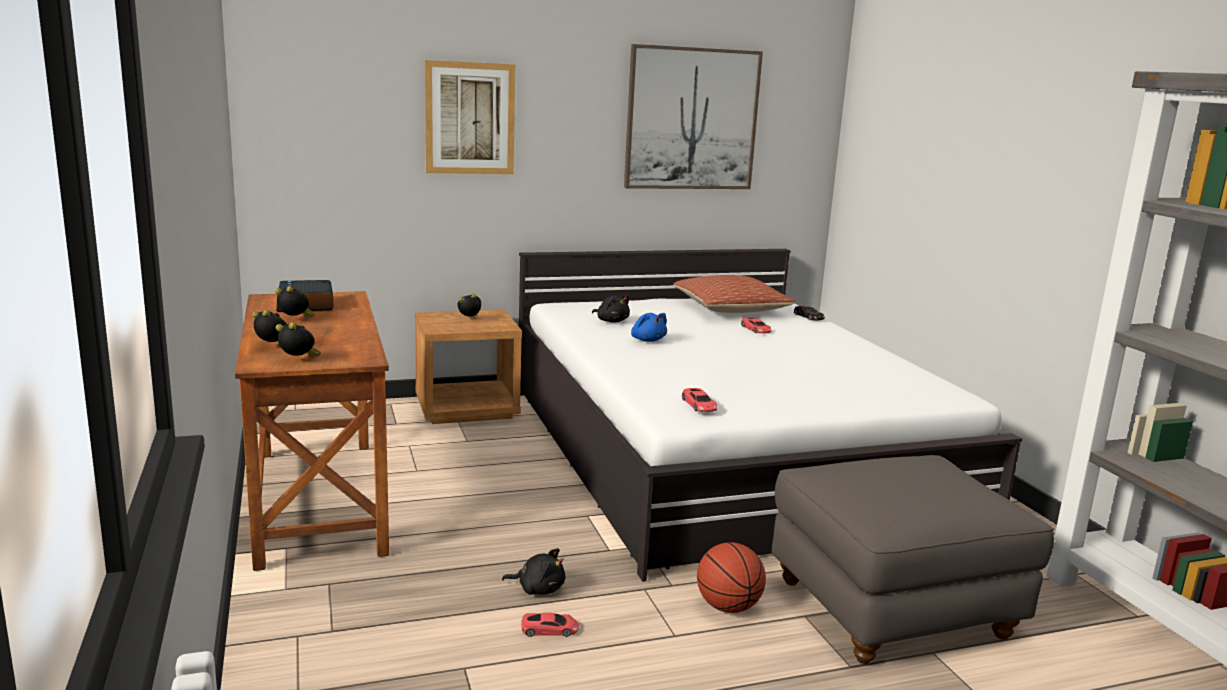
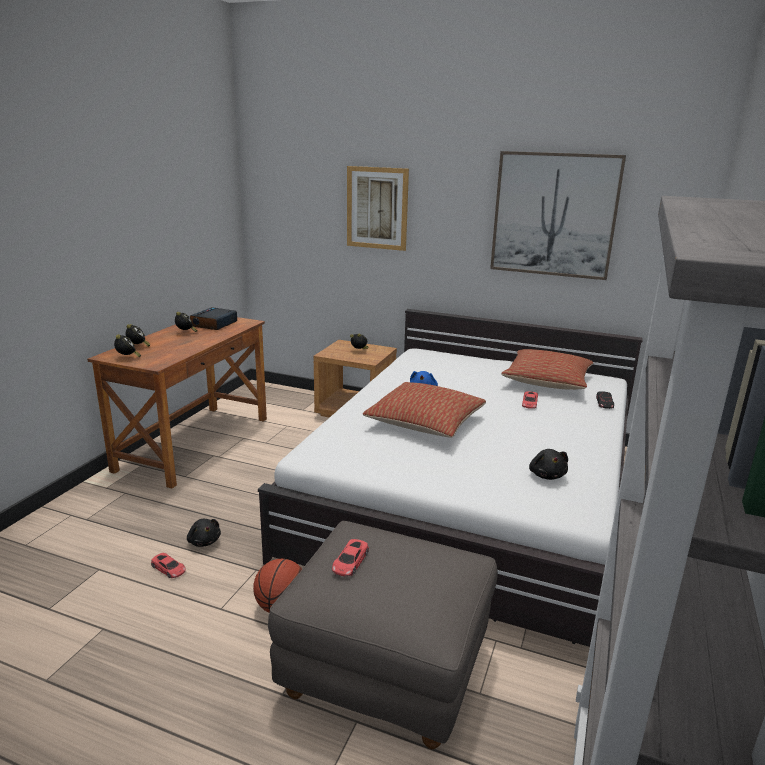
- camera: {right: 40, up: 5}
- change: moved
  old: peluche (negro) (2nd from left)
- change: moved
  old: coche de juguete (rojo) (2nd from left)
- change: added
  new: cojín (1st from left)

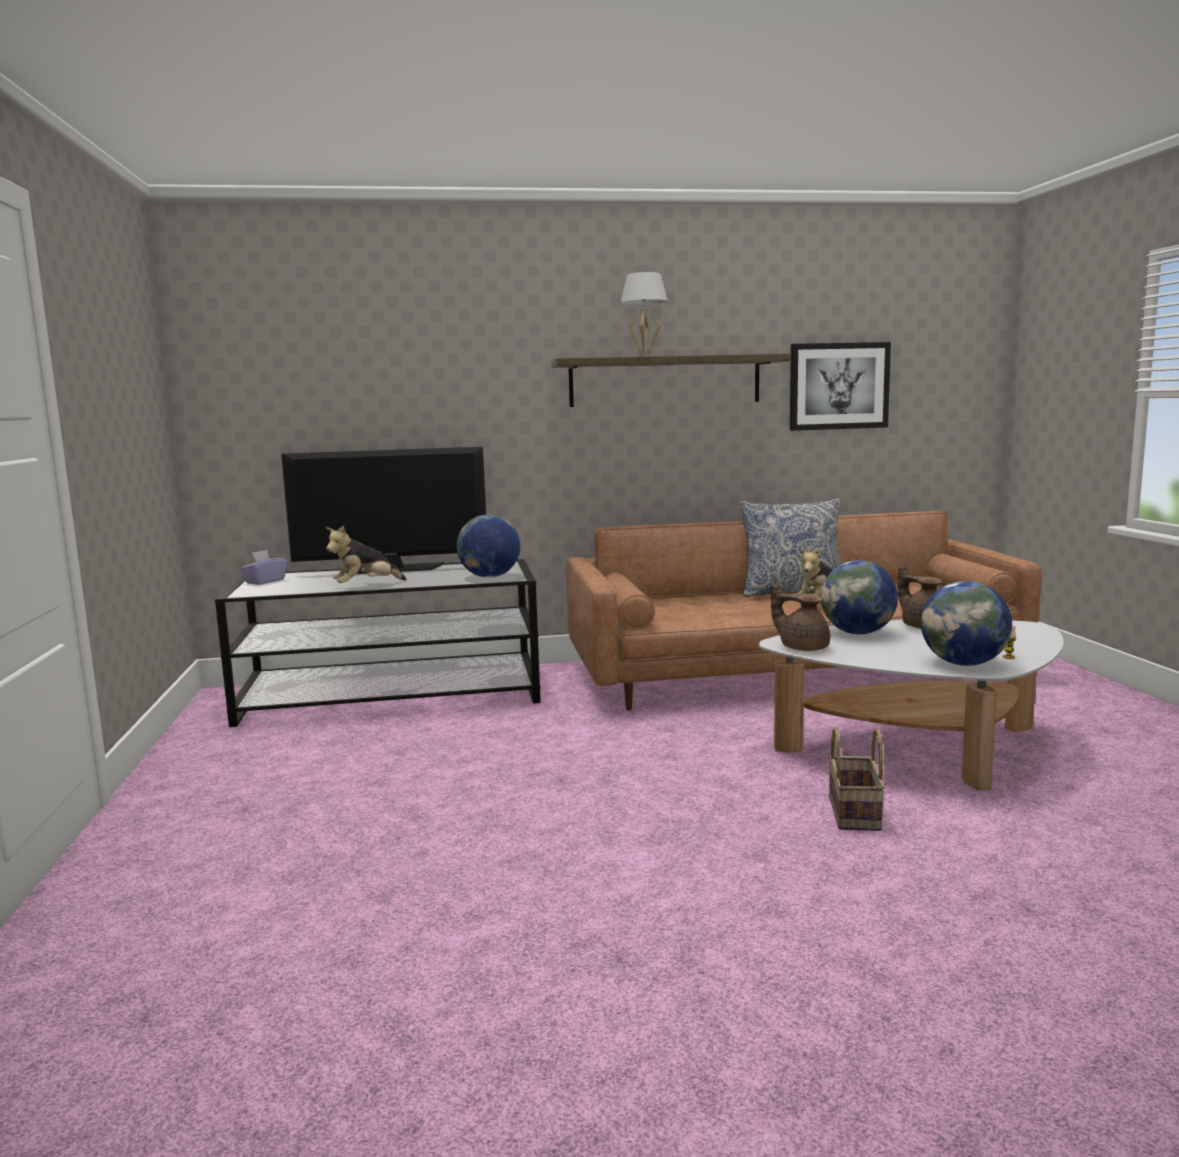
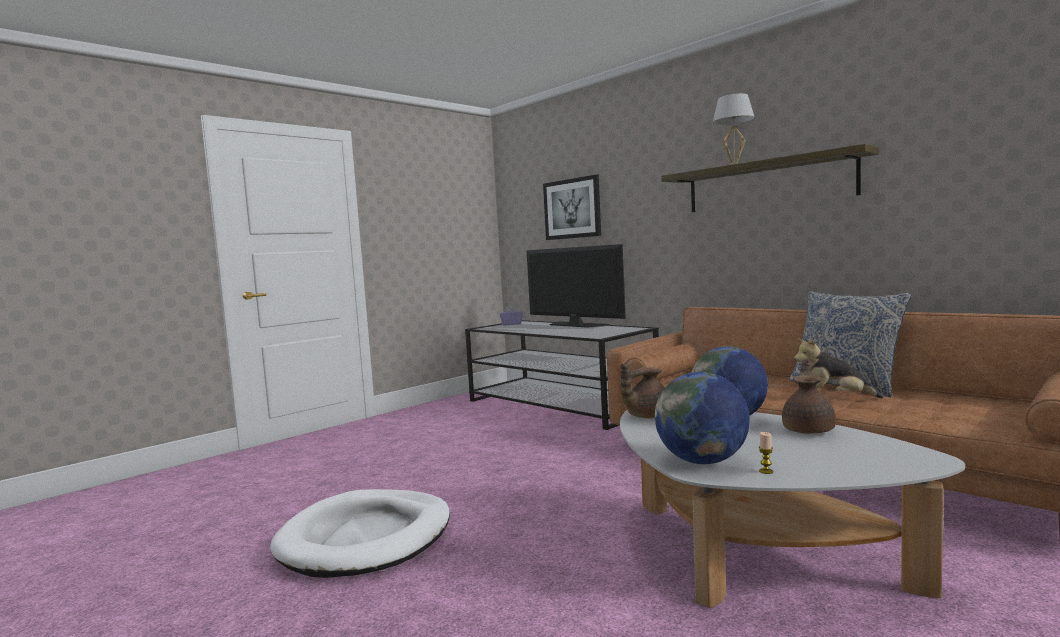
- camera: {right: 55, up: -5}
- change: removed
  old: peluche (1st from left)
- change: removed
  old: globo terráqueo (1st from left)
- change: turned
  old: tetera (marrón) (1st from left)
  degrees: -120
- change: moved
  old: cuadro
- change: removed
  old: cesta
- change: added
  new: cama para perro (blanco)

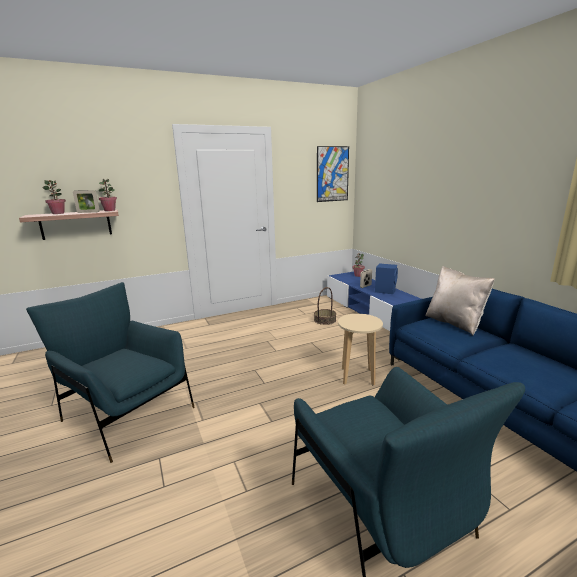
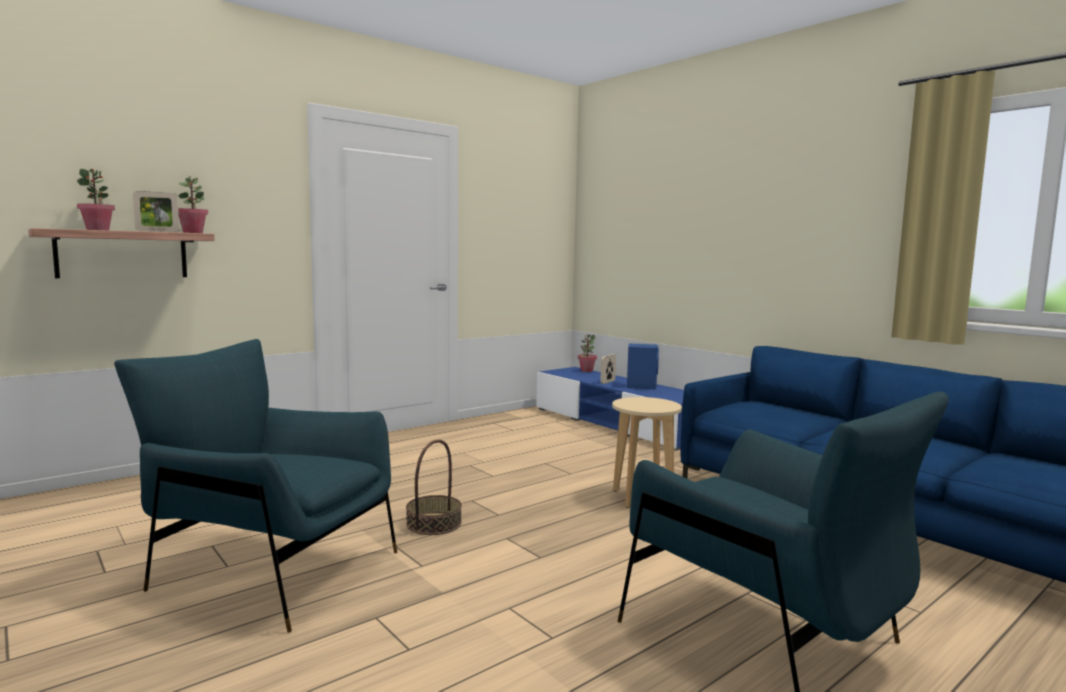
- camera: {right: -15, up: -10}
- change: moved
  old: cesta
- change: removed
  old: cuadro
- change: removed
  old: cojín (beis)

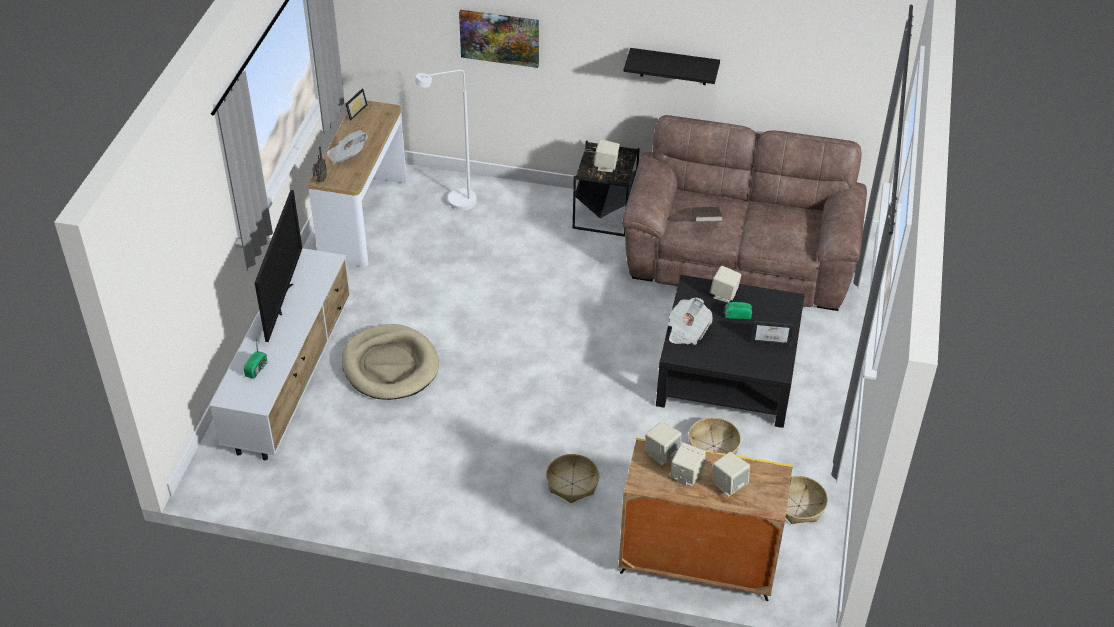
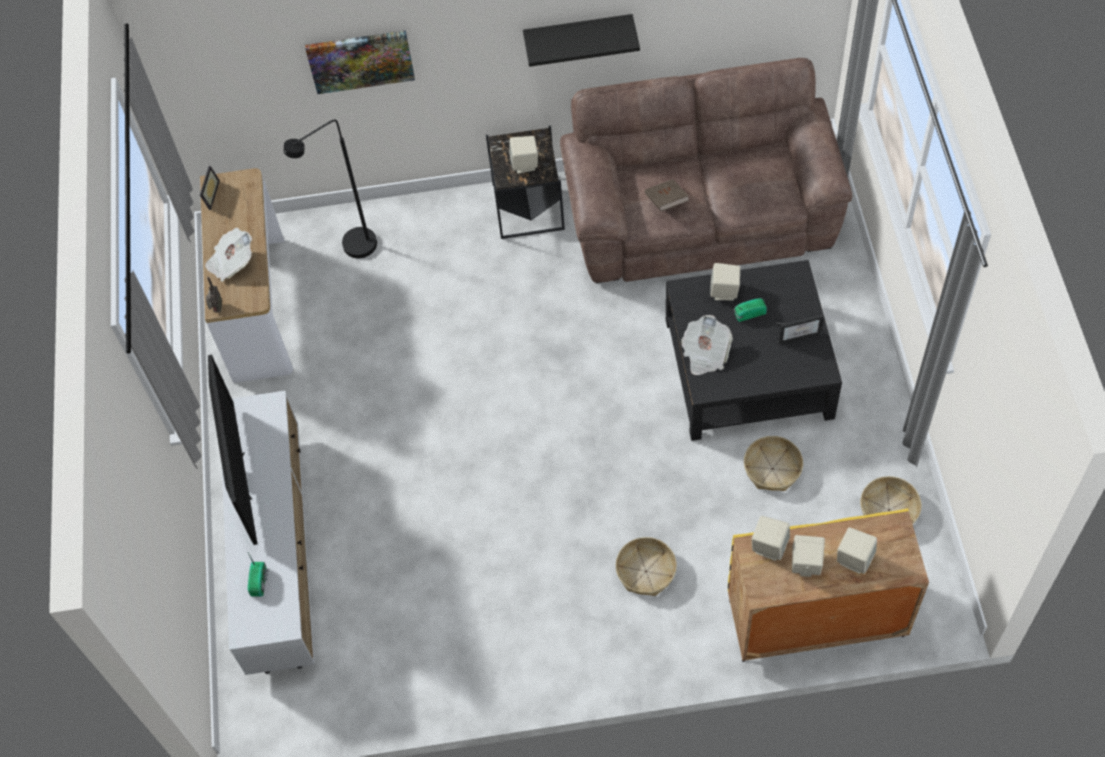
- camera: {right: -15, up: 15}
- change: removed
  old: cama para perro (beis)
- change: recoloured
  old: lámpara de pie (blanco)
  new: lámpara de pie (negro)

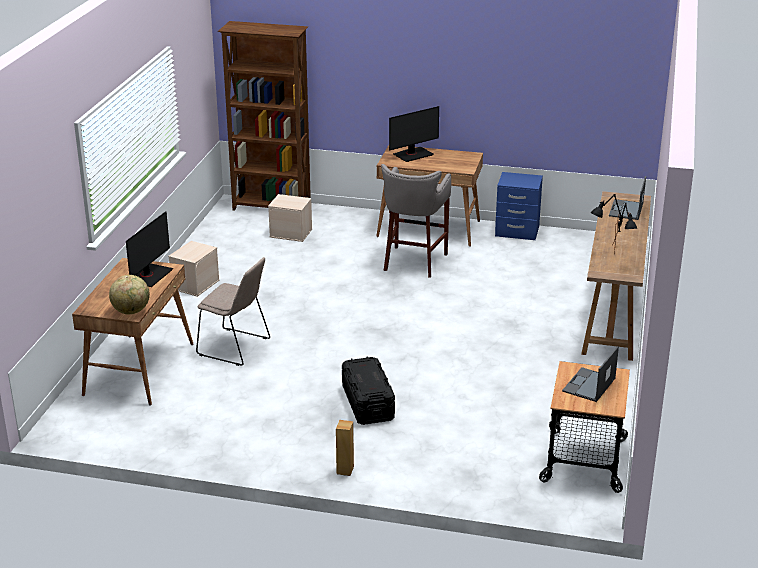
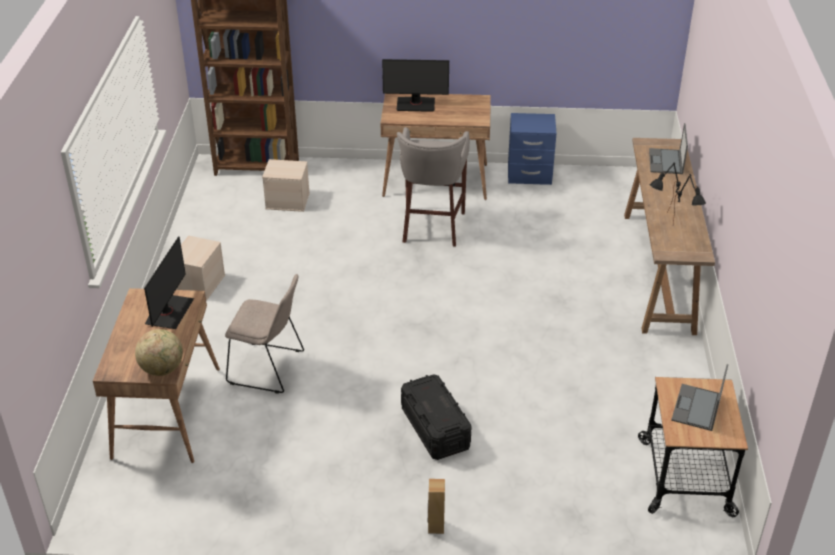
- camera: {right: -10, up: 10}
- change: turned
  old: monitor (2nd from left)
  degrees: 45

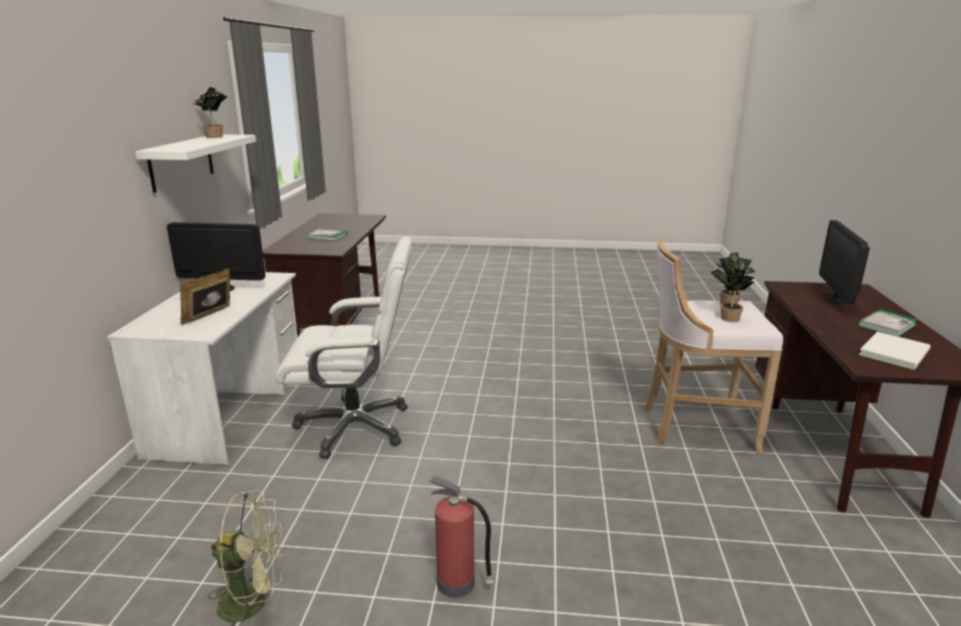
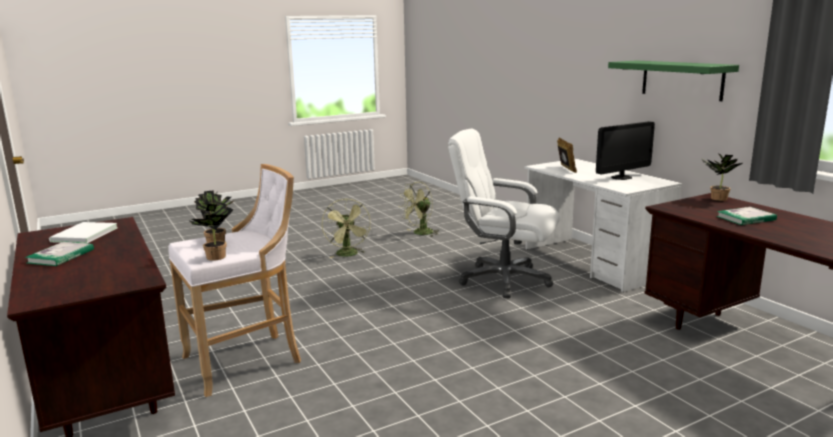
- camera: {right: 145, up: -5}
- change: recoloured
  old: estante (blanco)
  new: estante (verde)
- change: moved
  old: planta en maceta (1st from left in the first image)
  new: planta en maceta (3rd from left)
- change: turned
  old: silla de oficina (blanco)
  degrees: 60
- change: replaced
  old: extintor
  new: ventilador (verde) (1st from left)
- change: removed
  old: monitor (2nd from left)

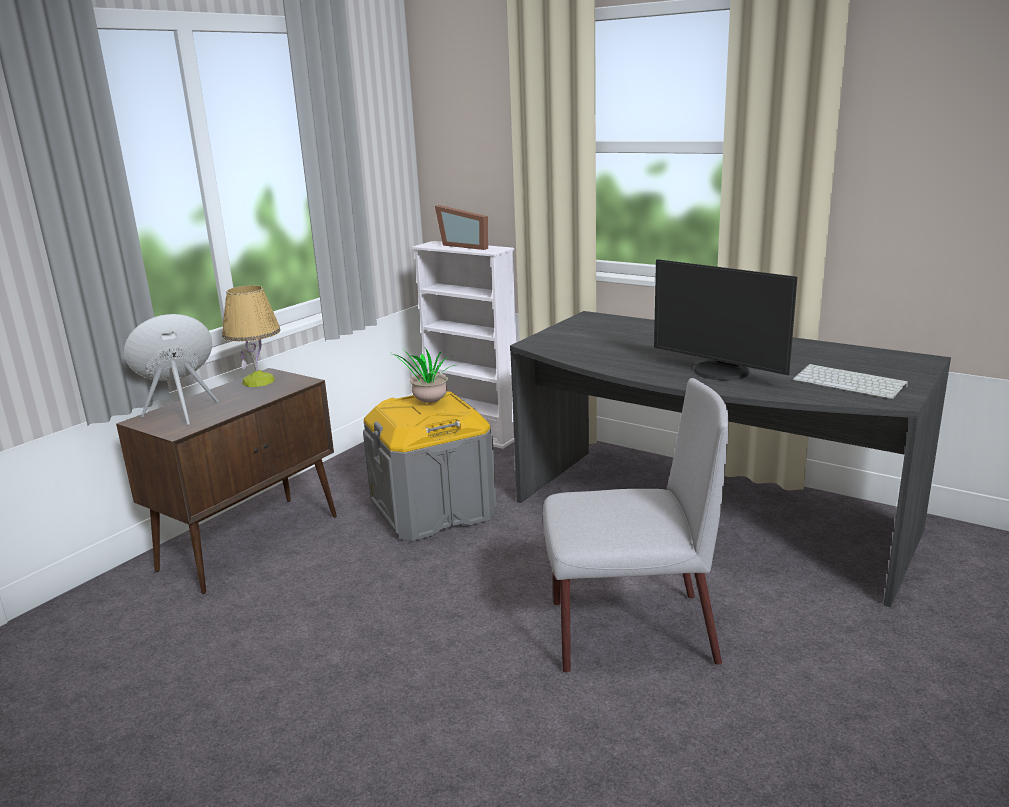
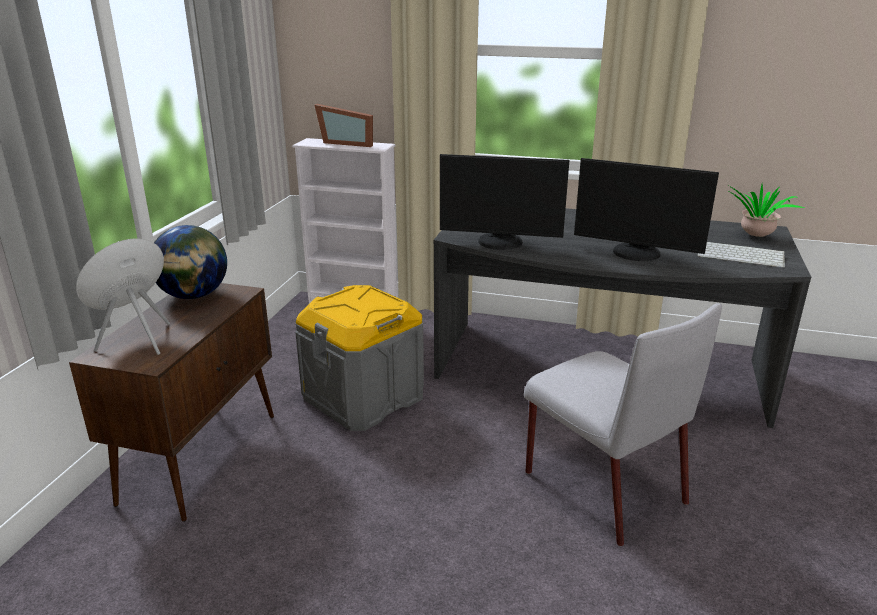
- camera: {right: -20, up: 5}
- change: replaced
  old: lámpara de mesa
  new: globo terráqueo
- change: moved
  old: planta en maceta
- change: turned
  old: silla (gris)
  degrees: 75
- change: added
  new: monitor (1st from left)

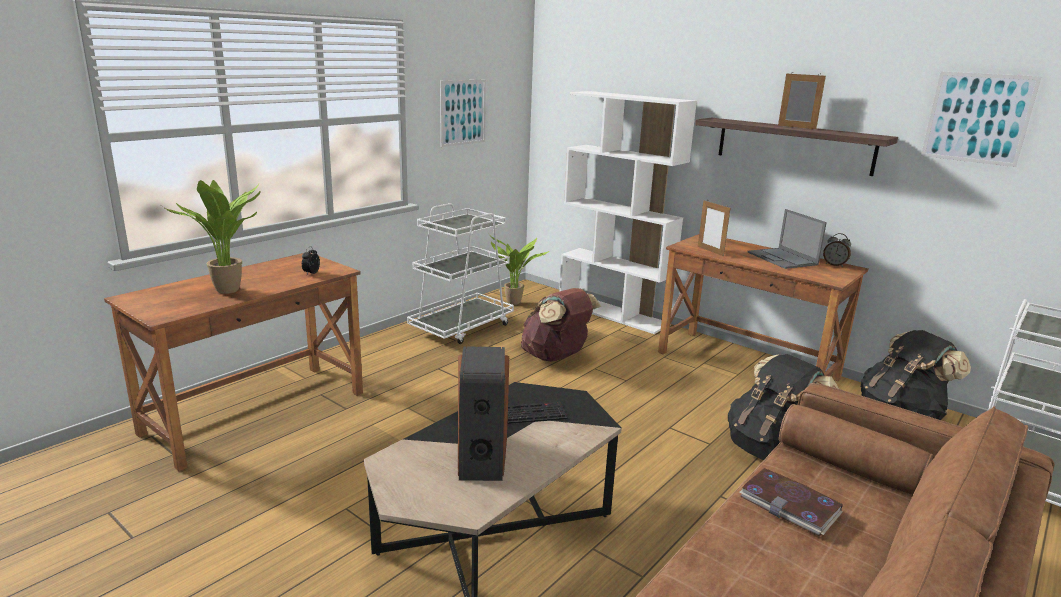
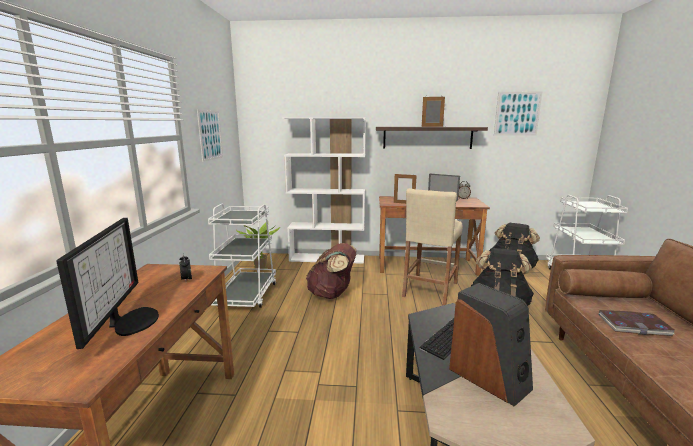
- camera: {right: -35, up: -5}
- change: replaced
  old: planta en maceta (1st from left)
  new: monitor
- change: added
  new: taburete (beis)

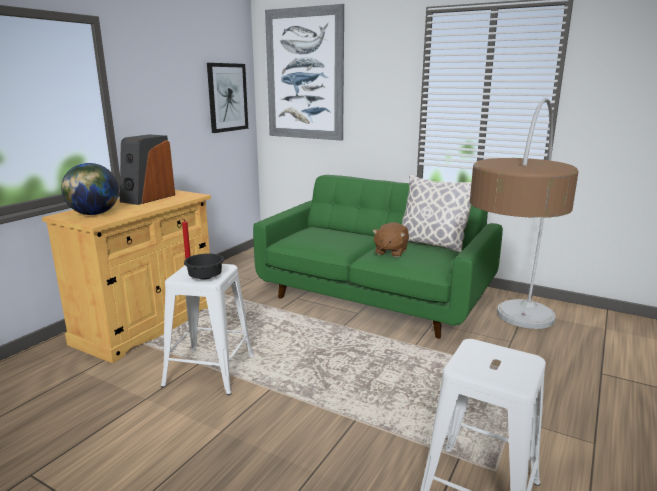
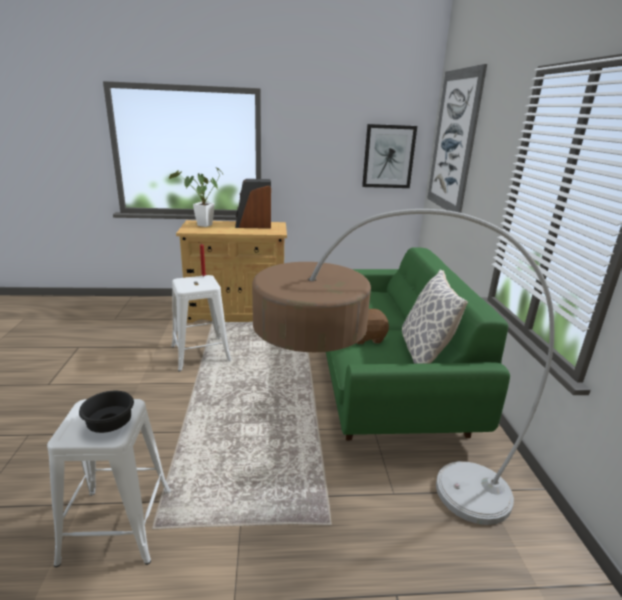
- camera: {right: 55, up: 5}
- change: replaced
  old: globo terráqueo
  new: planta en maceta
- change: moved
  old: cuenco (negro)

